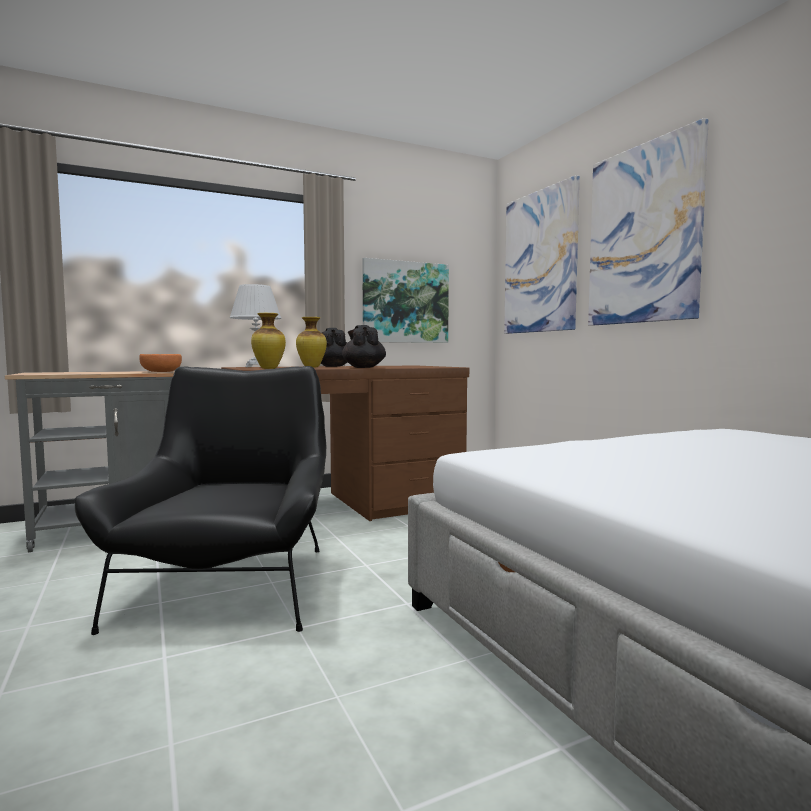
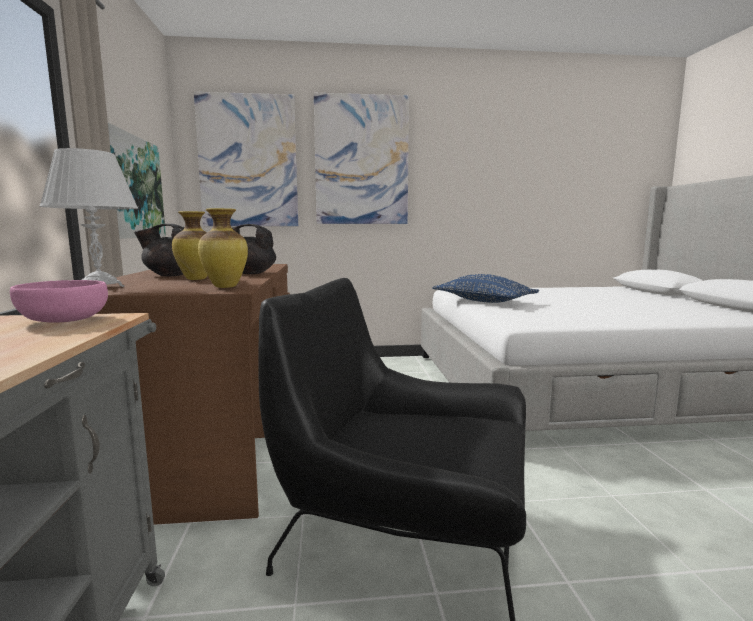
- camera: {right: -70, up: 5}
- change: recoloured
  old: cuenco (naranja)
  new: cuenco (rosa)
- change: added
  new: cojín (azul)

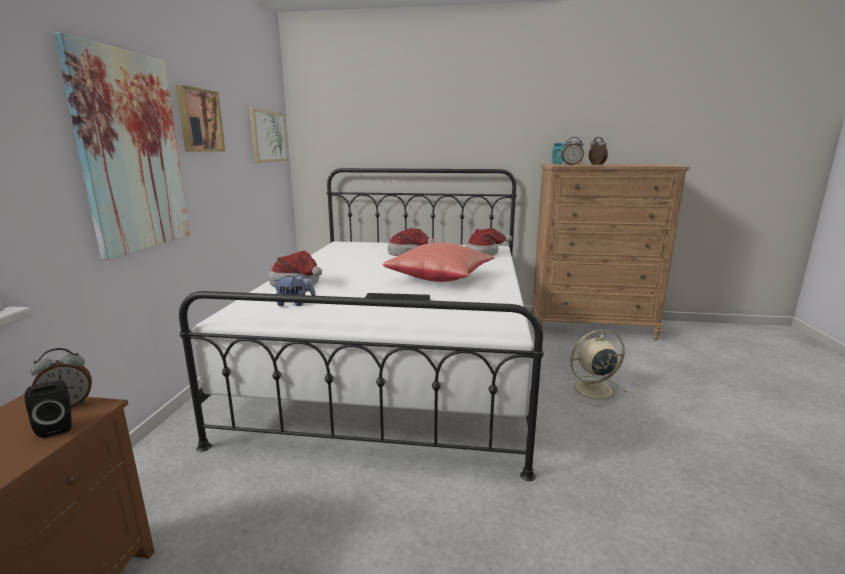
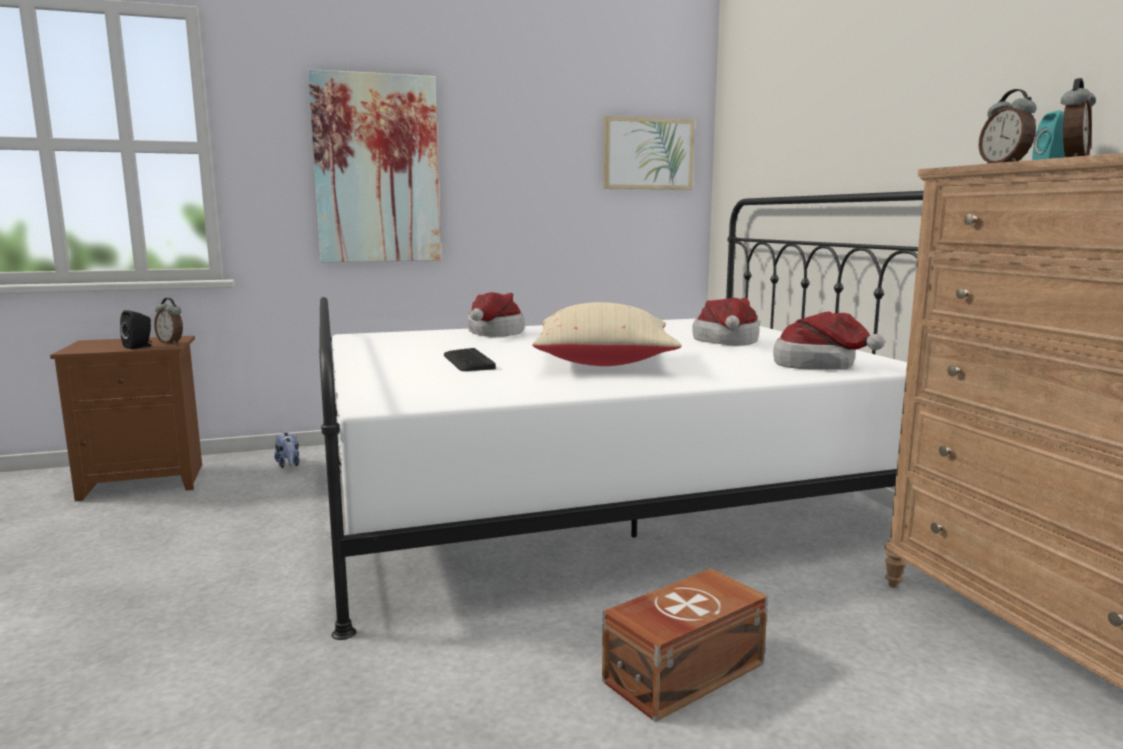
- camera: {right: 65, up: -5}
- change: removed
  old: cuadro (2nd from left)
- change: moved
  old: peluche
- change: recoloured
  old: cojín (rojo)
  new: cojín (beis)
- change: replaced
  old: ventilador (beis)
  new: caja de almacenaje (marrón)

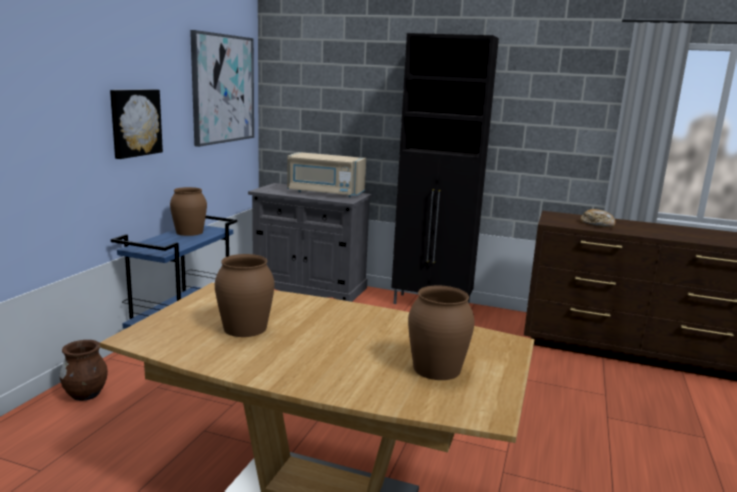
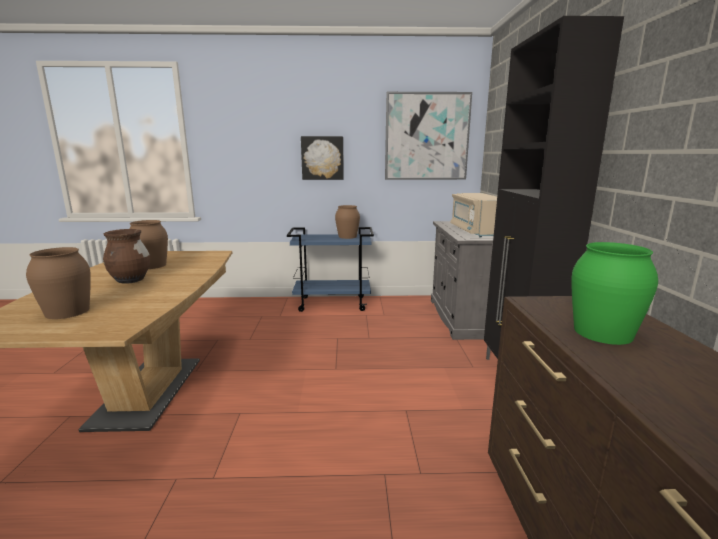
- camera: {right: 70, up: 0}
- change: moved
  old: florero (marrón) (1st from left in the first image)
  new: florero (marrón) (2nd from left)
- change: replaced
  old: pan
  new: florero (verde)

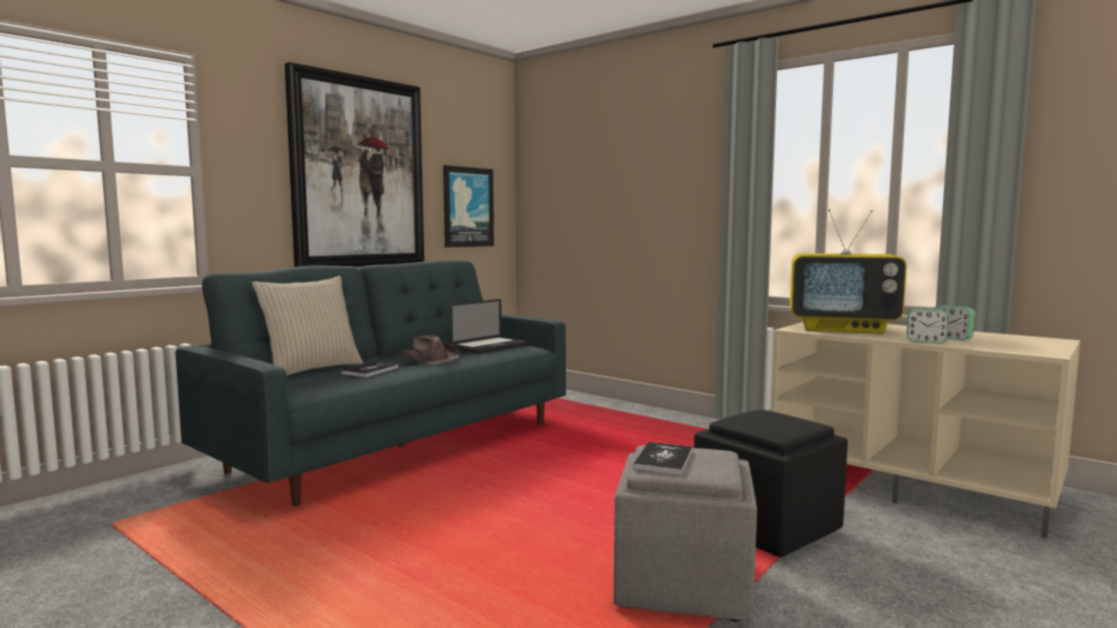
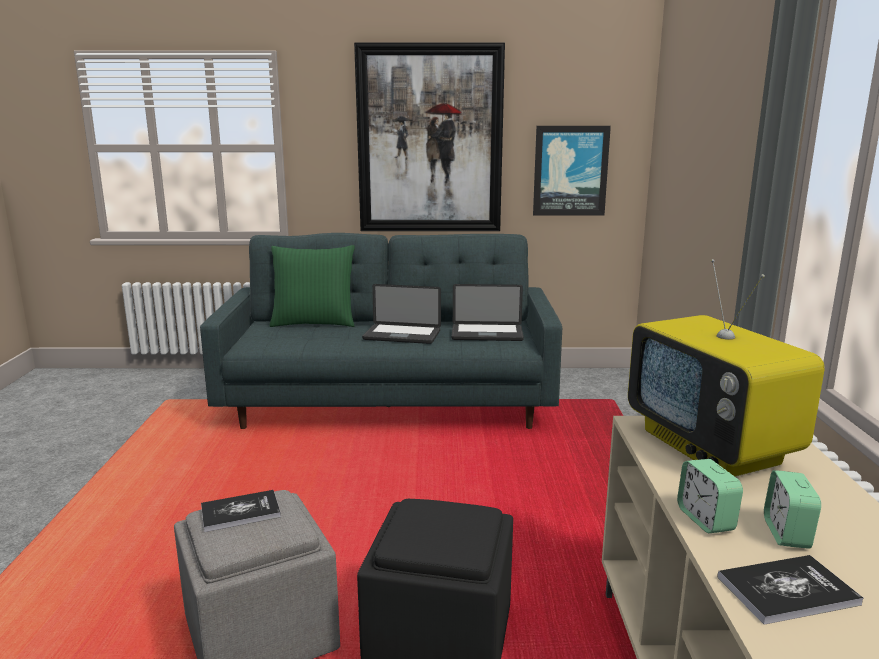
- camera: {right: 50, up: 10}
- change: recoloured
  old: cojín (beis)
  new: cojín (verde)
- change: moved
  old: libro (1st from left in the first image)
  new: libro (2nd from left)
- change: replaced
  old: sombrero (marrón)
  new: portátil (1st from left)

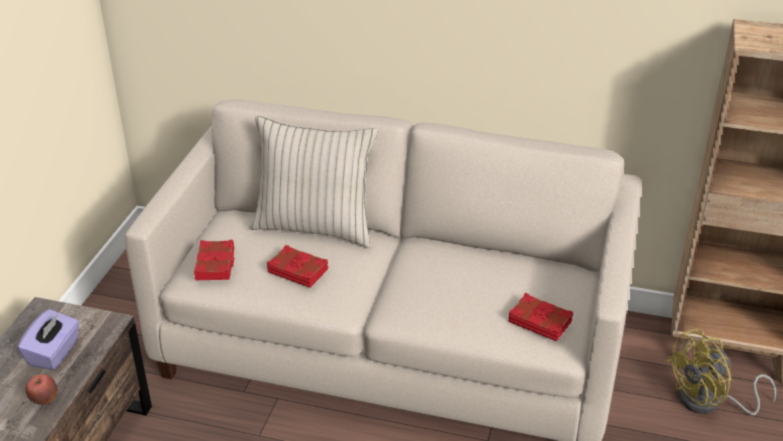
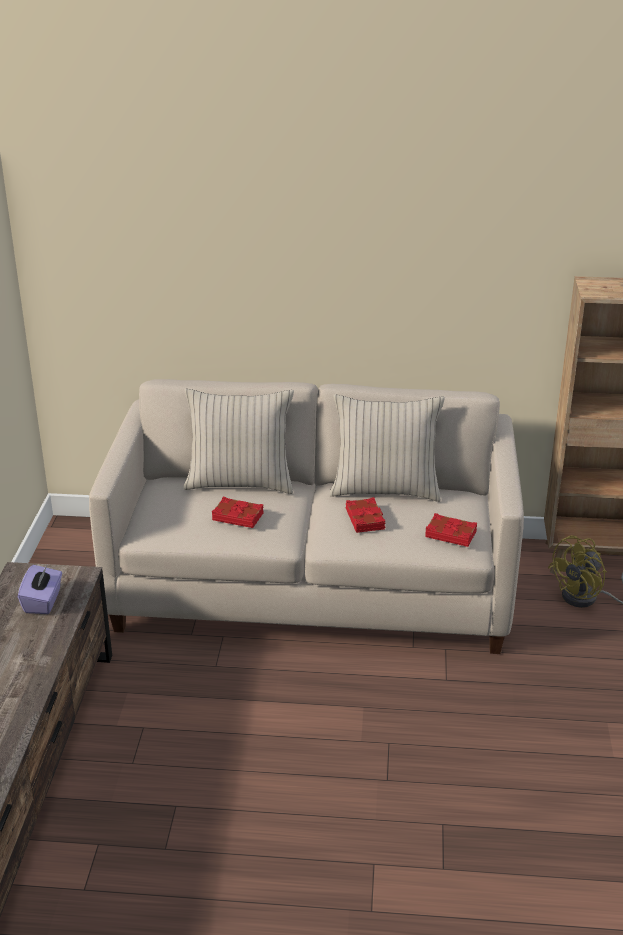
- camera: {right: -10, up: -5}
- change: removed
  old: manzana
- change: moved
  old: libro (rojo) (1st from left in the first image)
  new: libro (rojo) (2nd from left)
- change: added
  new: cojín (beis) (2nd from left)

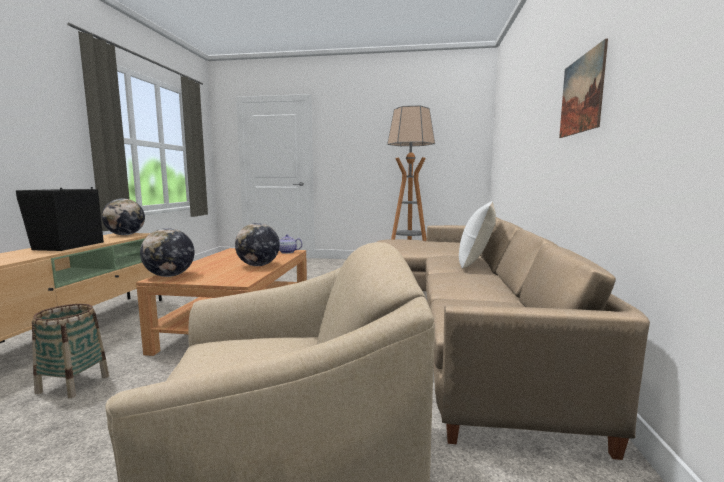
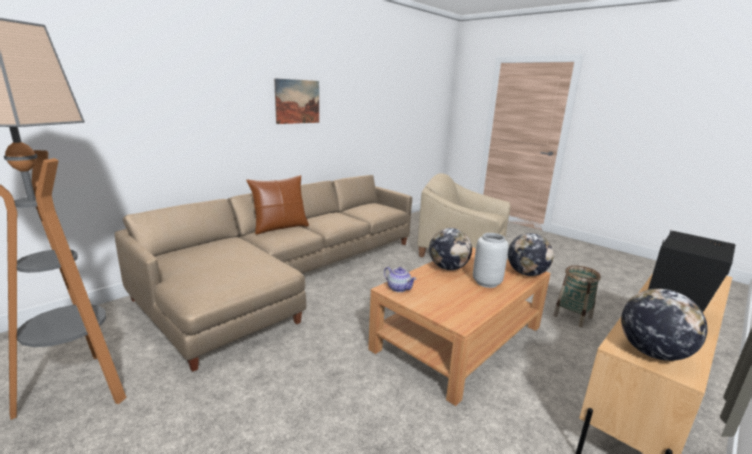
- camera: {right: -145, up: 10}
- change: recoloured
  old: cojín (blanco)
  new: cojín (marrón)
- change: added
  new: florero (gris)

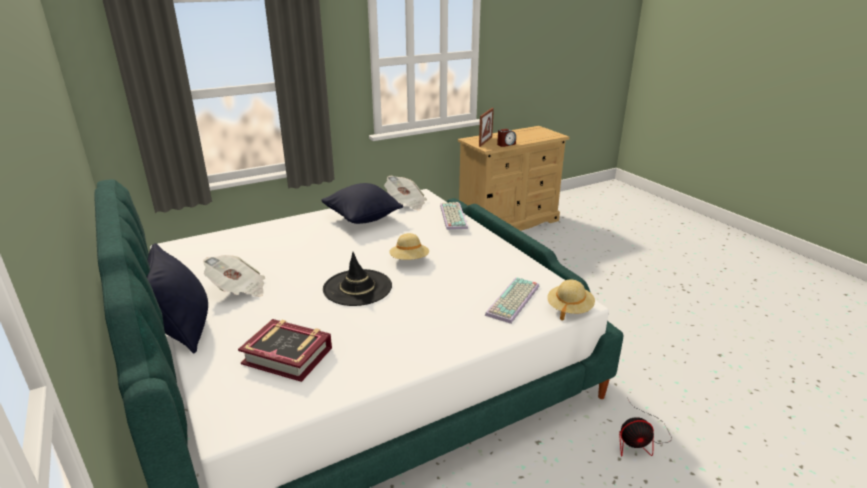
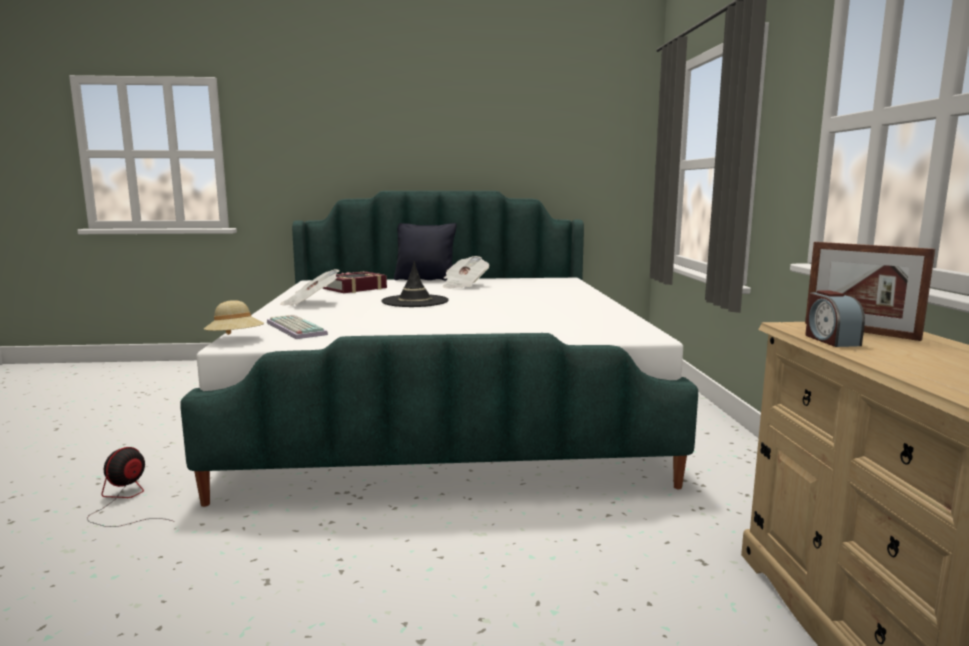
- camera: {right: 115, up: -15}
- change: removed
  old: cojín (negro) (2nd from left)
- change: moved
  old: periódico (2nd from left in the first image)
  new: periódico (1st from left)
- change: removed
  old: sombrero (beis) (1st from left)
- change: removed
  old: teclado (1st from left)

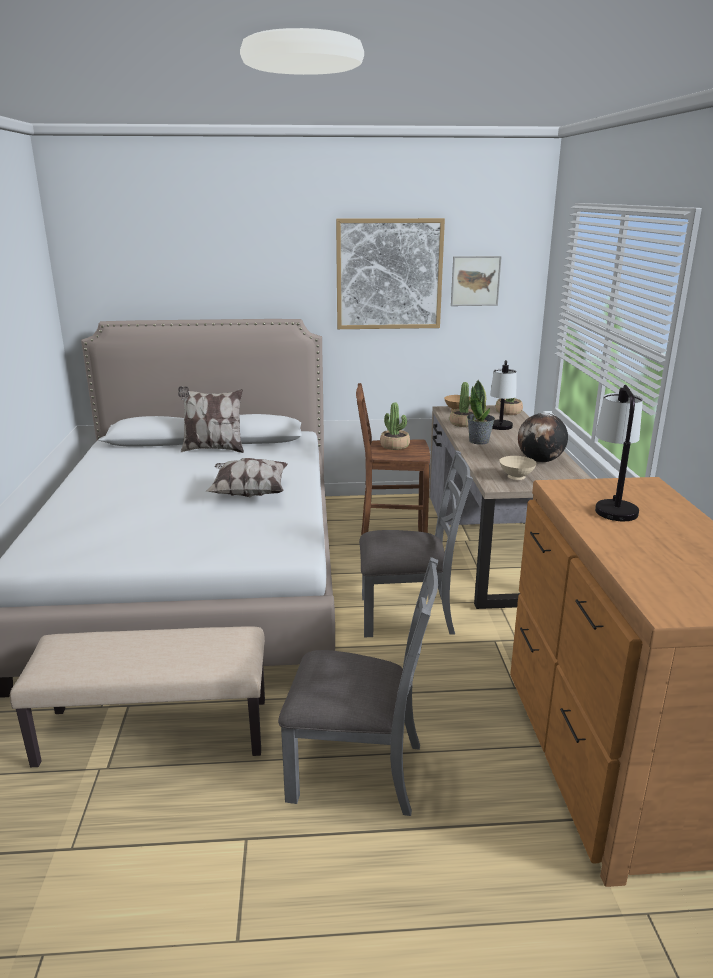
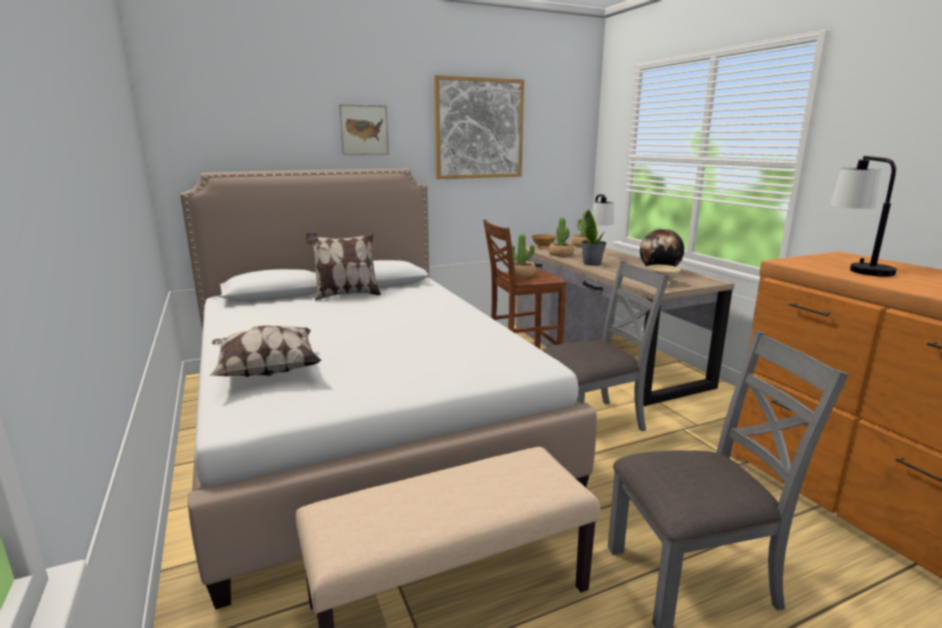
- camera: {right: -20, up: -5}
- change: moved
  old: cojín (2nd from left in the first image)
  new: cojín (1st from left)
- change: moved
  old: cuadro (2nd from left in the first image)
  new: cuadro (1st from left)

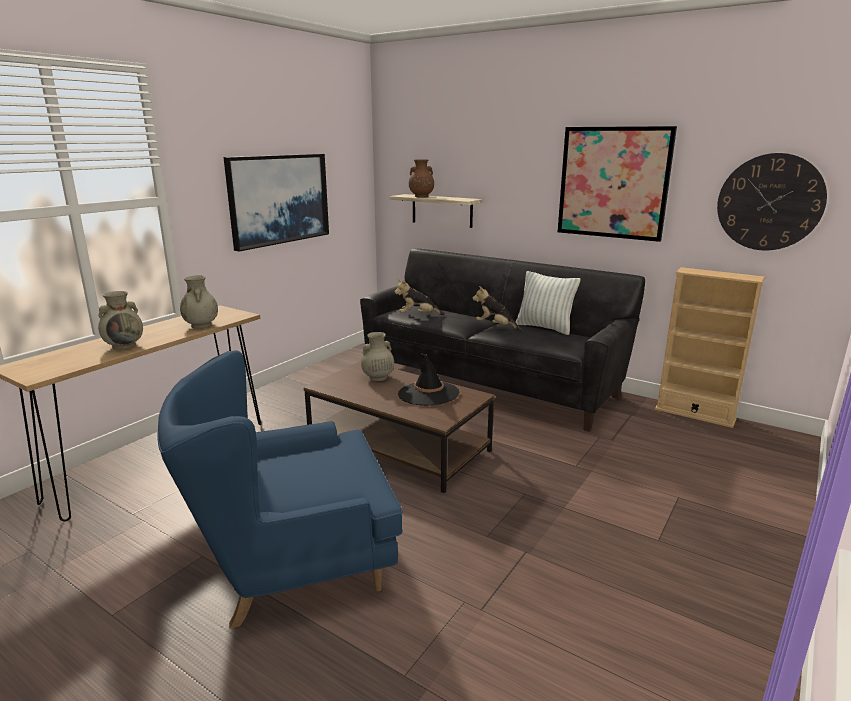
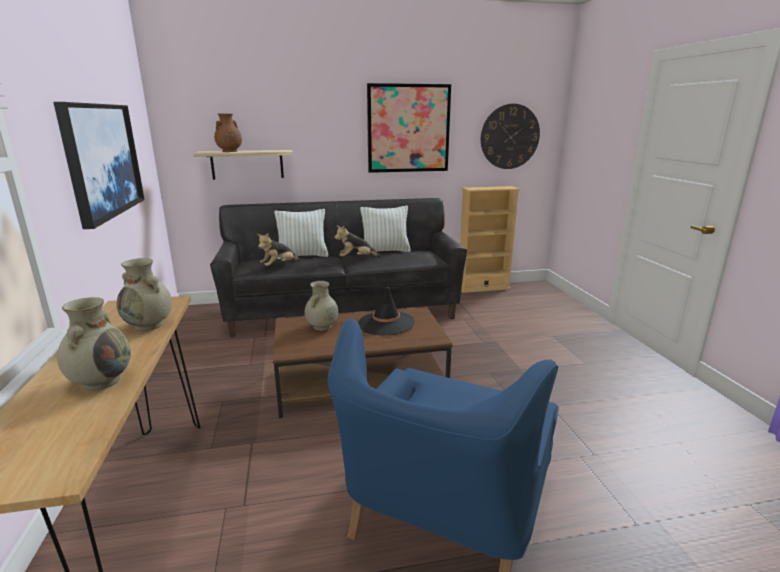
- camera: {right: -45, up: 0}
- change: added
  new: cojín (1st from left)

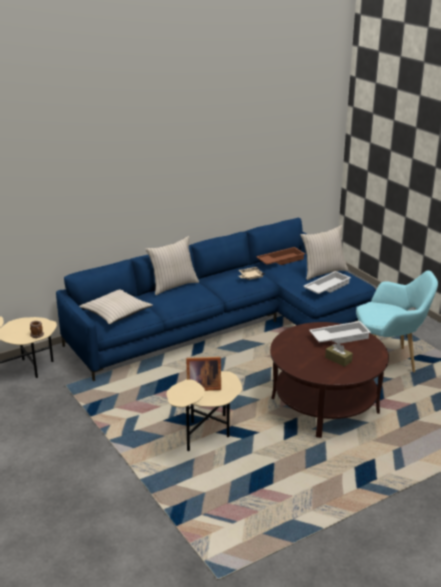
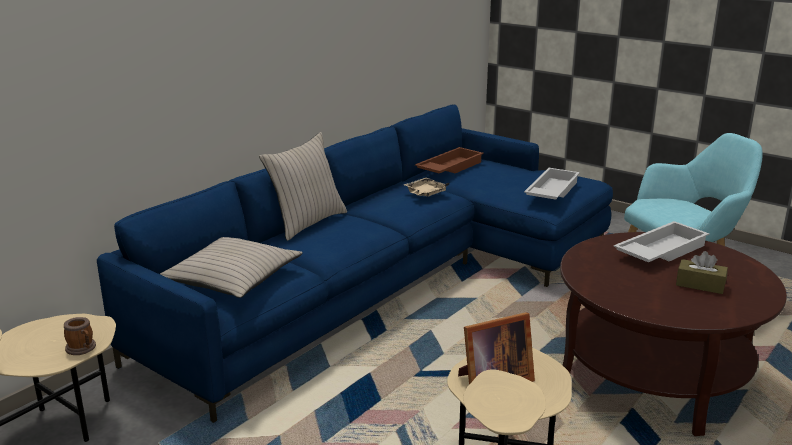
- camera: {right: -20, up: -5}
- change: removed
  old: cojín (beis) (3rd from left)

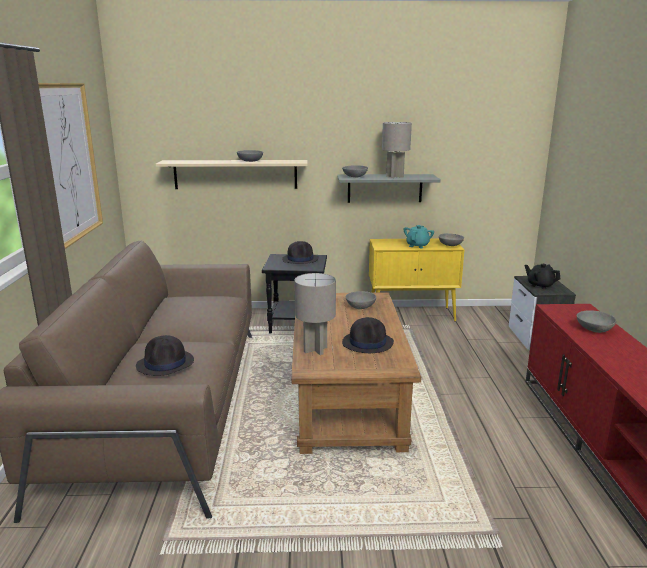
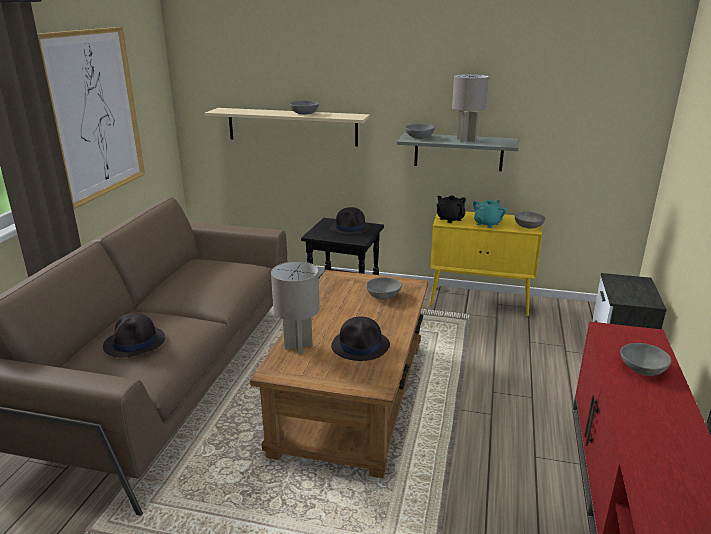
- camera: {right: 15, up: 5}
- change: moved
  old: tetera (negro)

